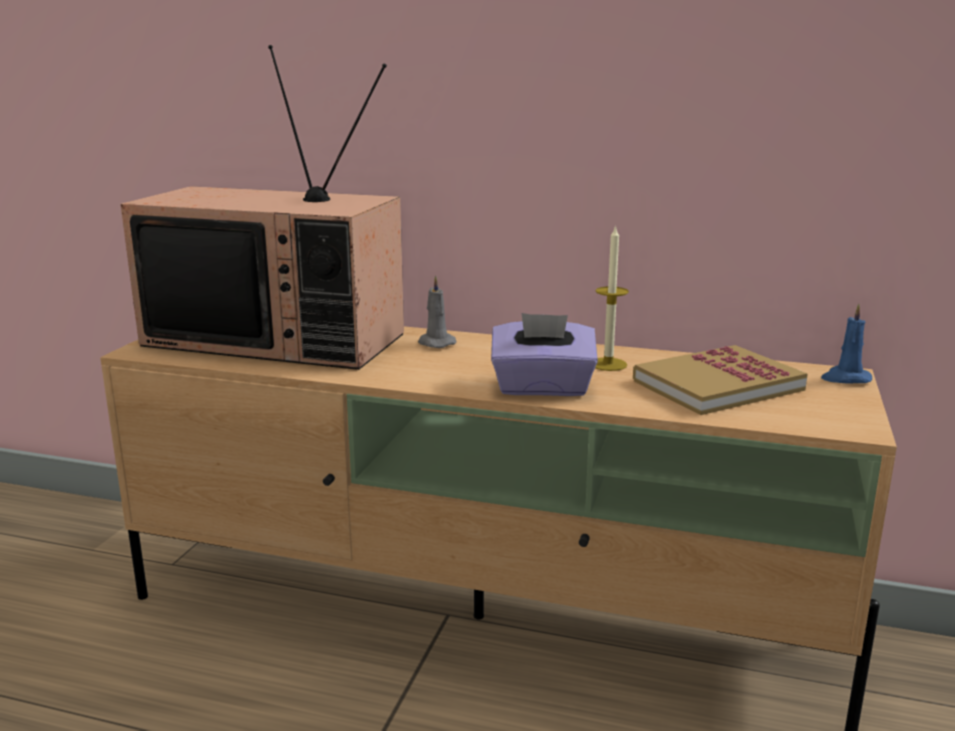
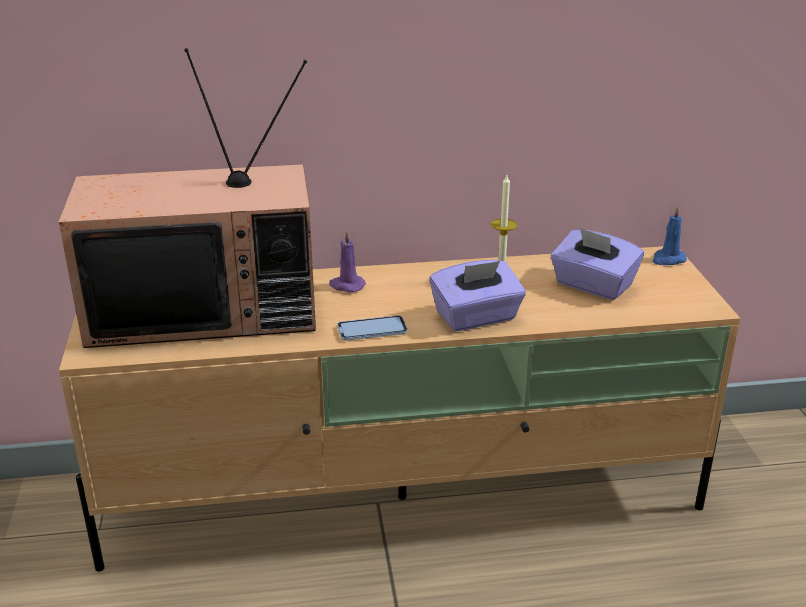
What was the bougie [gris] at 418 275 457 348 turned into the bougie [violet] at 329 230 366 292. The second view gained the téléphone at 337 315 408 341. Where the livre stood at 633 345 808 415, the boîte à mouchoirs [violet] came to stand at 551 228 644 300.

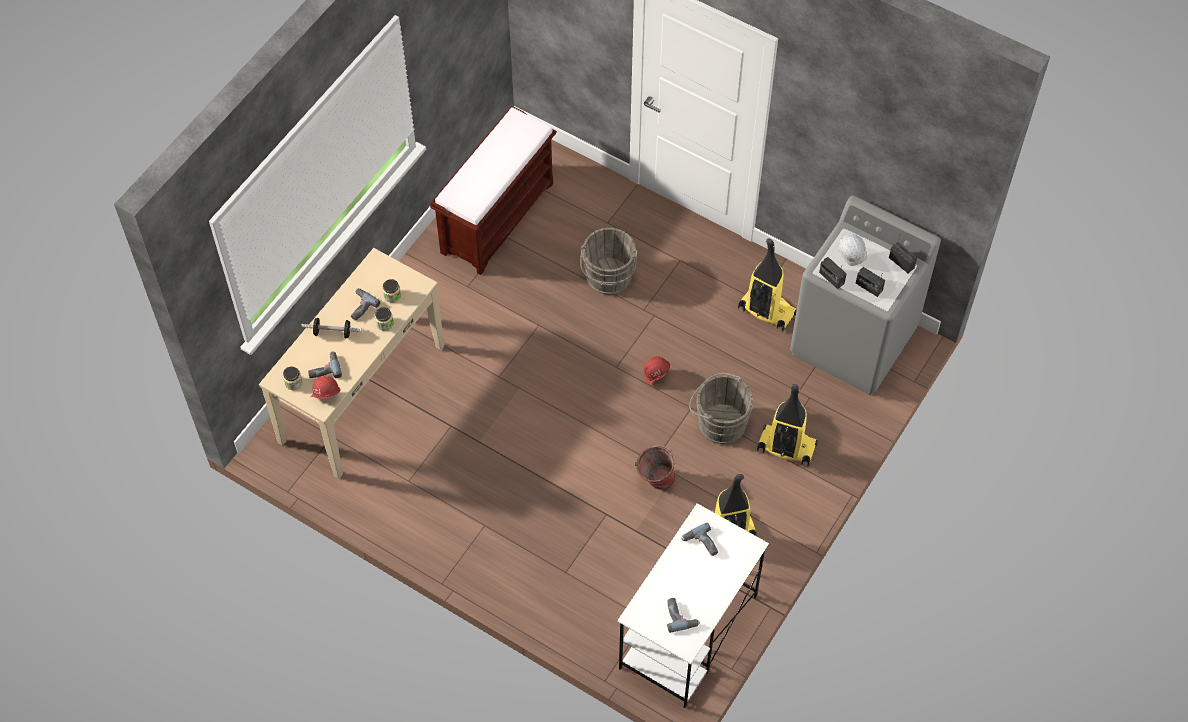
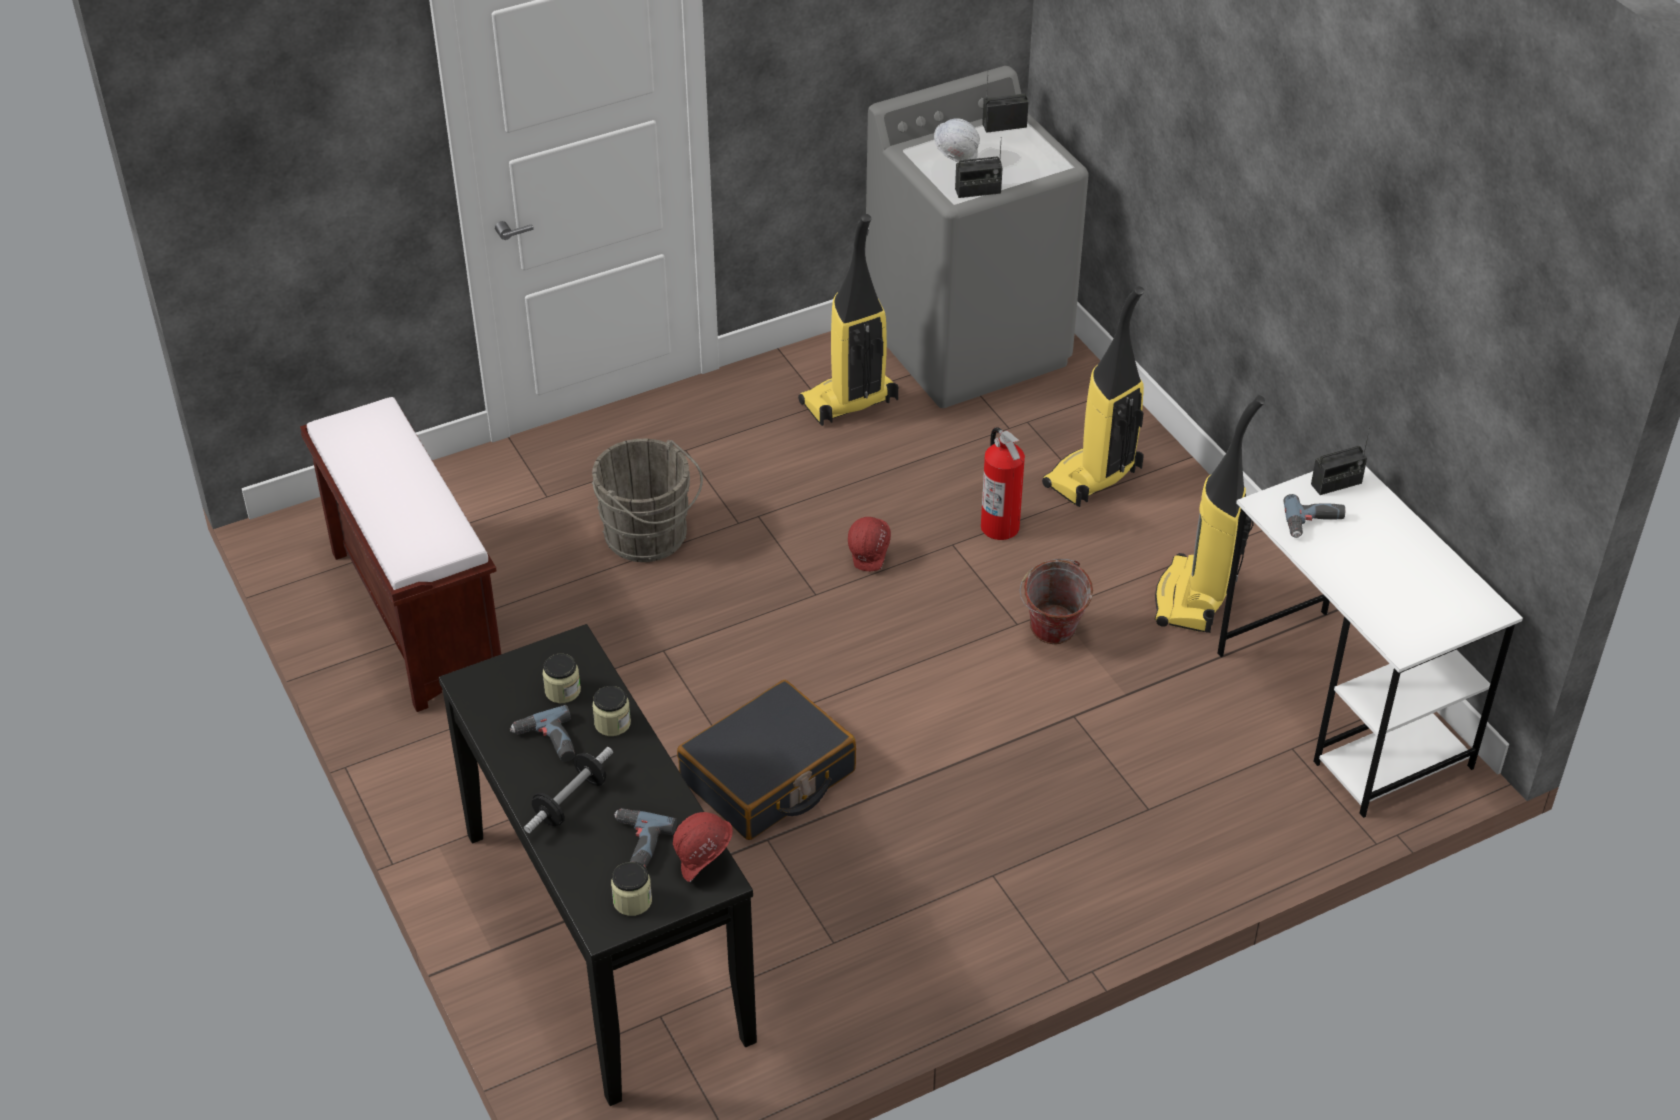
What was the table console [beige] at 259 248 444 479 turned into the table console [noir] at 439 624 757 1106. The second view gained the valise [noir] at 677 680 856 840. Where the seau [gris] stood at 689 373 753 444, the extincteur came to stand at 981 427 1025 540. The radio ended up elsewhere, having gone from 856 267 885 297 to 1311 427 1370 495. The second view lost the perceuse at 667 598 700 633.

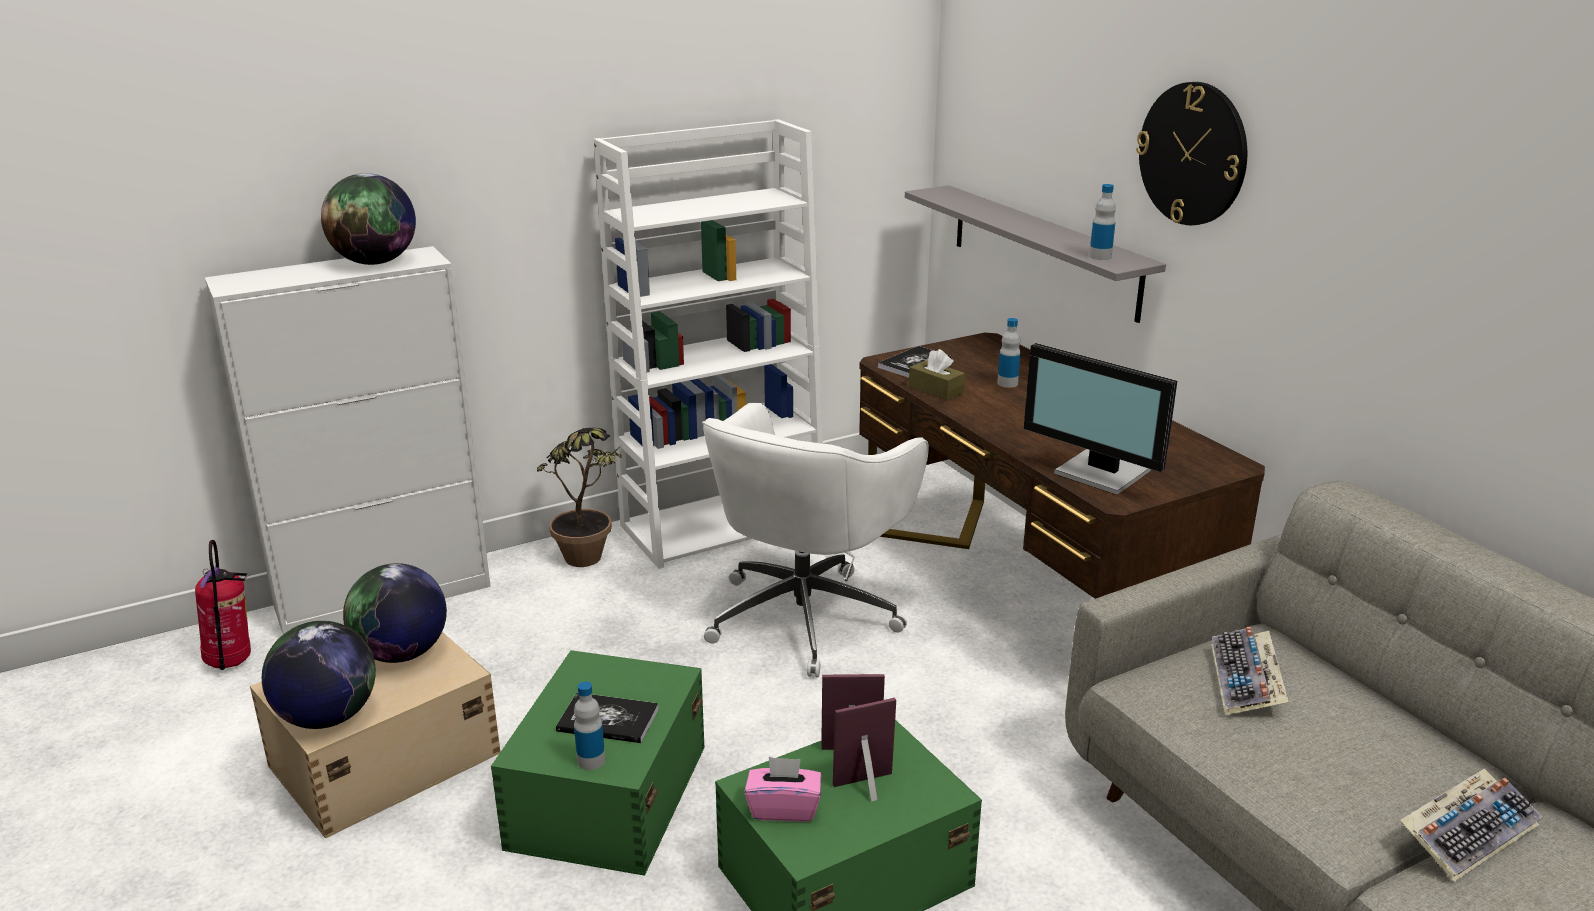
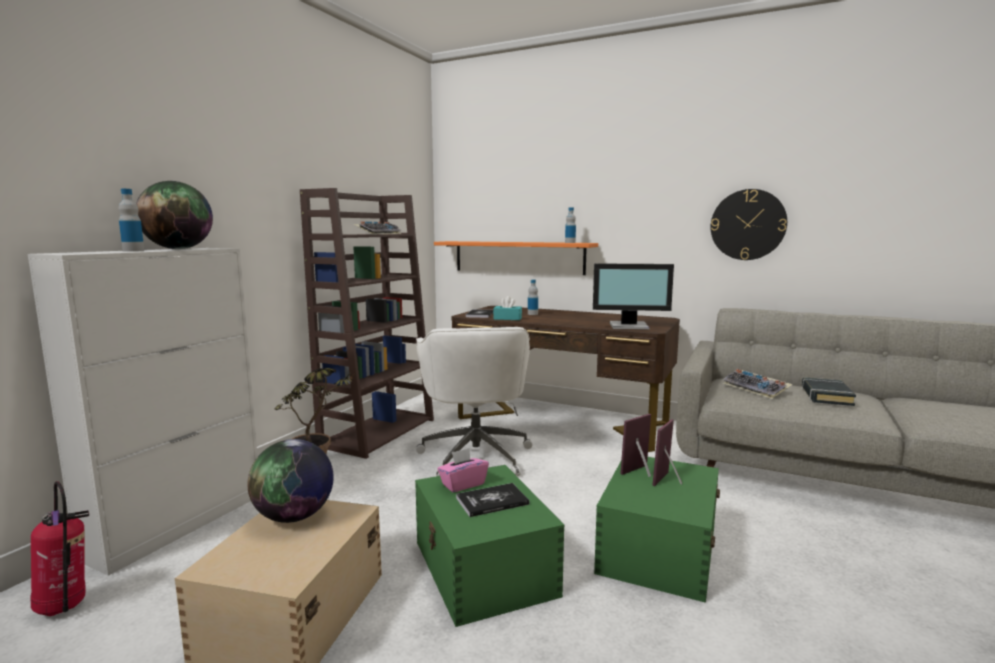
The bouteille ended up elsewhere, having gone from 574 681 605 770 to 119 189 144 252. What was the bibliothèque [blanc] at 594 119 823 569 turned into the bibliothèque [marron] at 300 188 434 459. The clavier ended up elsewhere, having gone from 1400 768 1543 882 to 353 221 401 234. What was the étagère [gris] at 905 185 1166 323 turned into the étagère [orange] at 434 241 598 275. The boîte à mouchoirs [rose] ended up elsewhere, having gone from 745 757 821 822 to 438 448 489 493. What was the boîte à mouchoirs [marron] at 909 349 965 400 turned into the boîte à mouchoirs [turquoise] at 493 296 522 320. The horloge murale ended up elsewhere, having gone from 1136 82 1247 225 to 711 189 787 260. The second view gained the livre [noir] at 802 377 856 406. The second view lost the globe at 262 621 376 729.

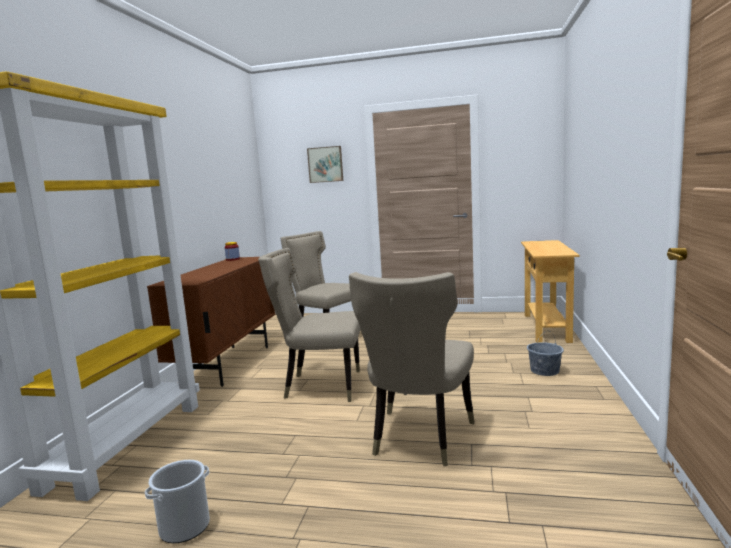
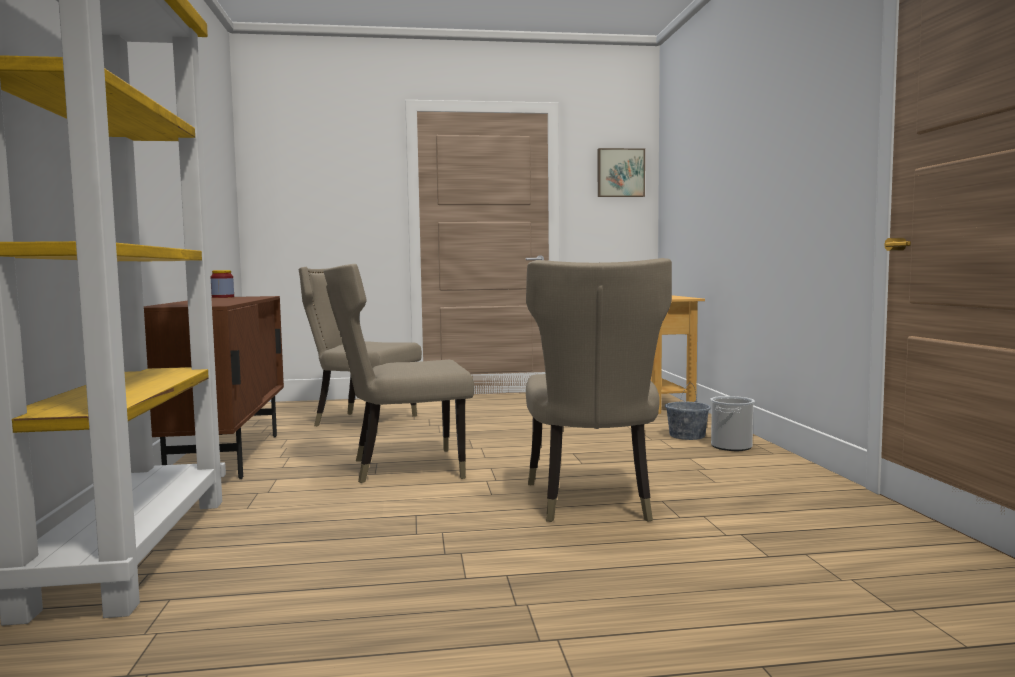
The tableau ended up elsewhere, having gone from 307 146 343 183 to 598 148 645 197. The seau ended up elsewhere, having gone from 145 460 210 543 to 710 396 755 451.

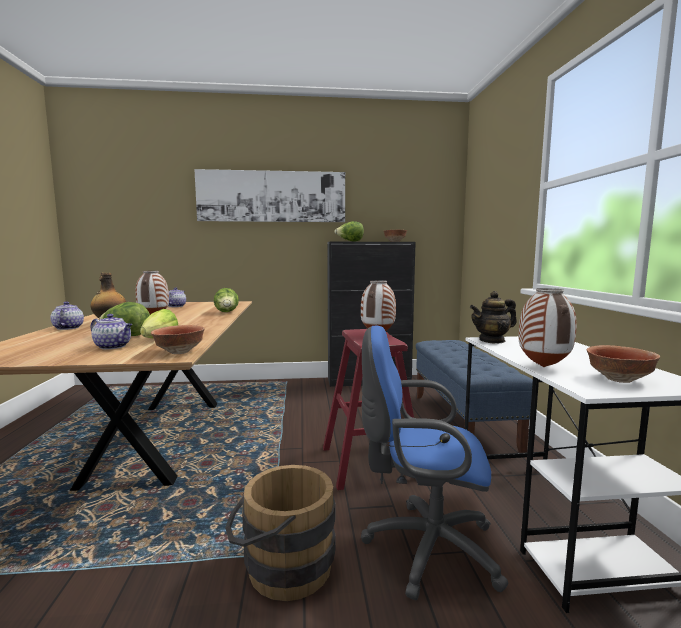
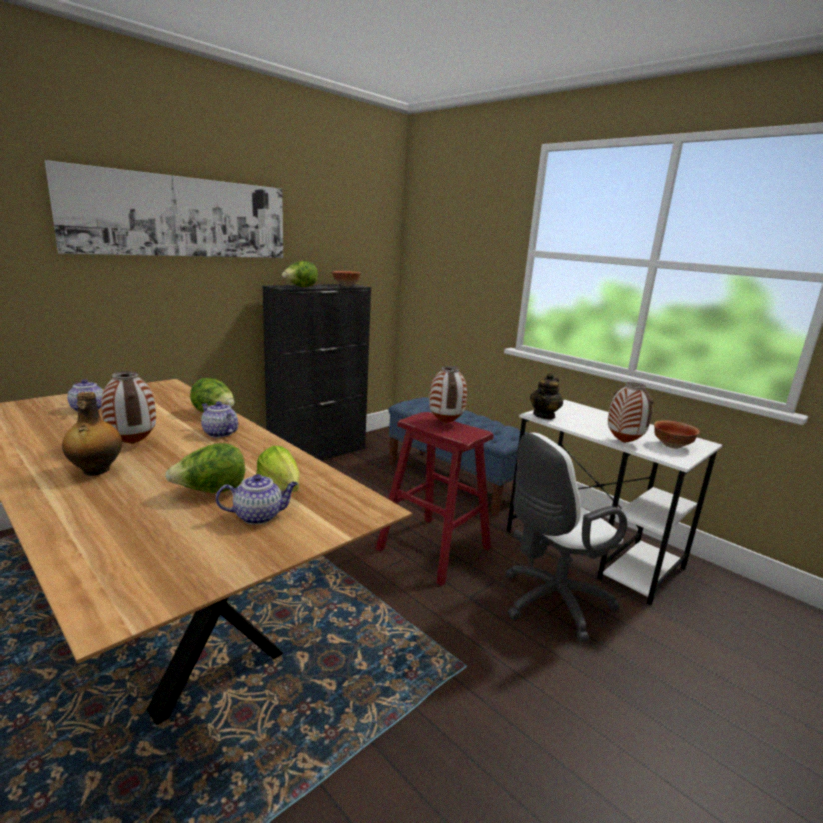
The théière ended up elsewhere, having gone from 50 301 84 330 to 201 401 238 438. What was the chaise de bureau [bleu] at 361 325 508 600 turned into the chaise de bureau [blanc] at 505 433 627 642. The second view lost the bol at 151 325 205 354. The second view lost the seau [marron] at 225 465 335 601.

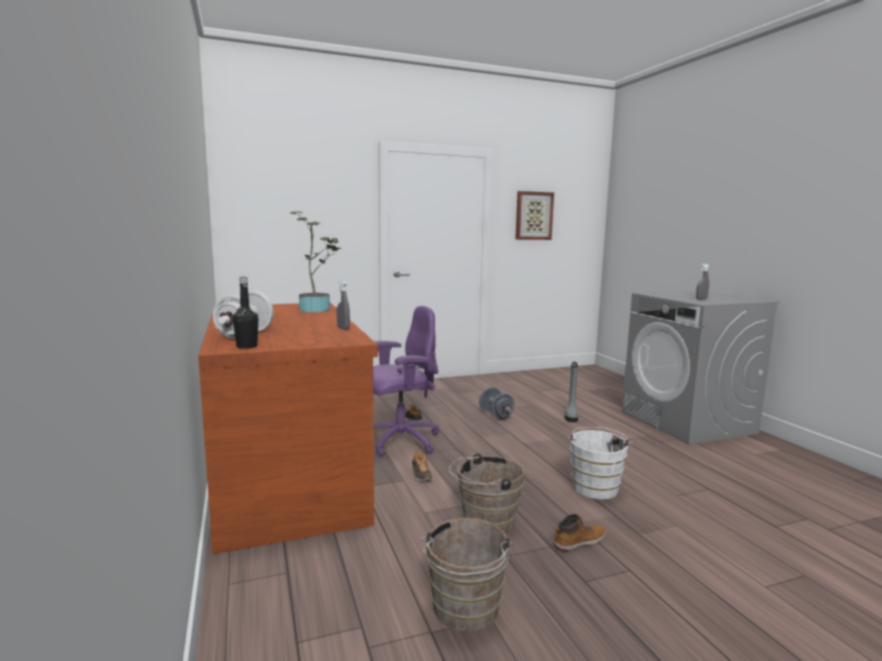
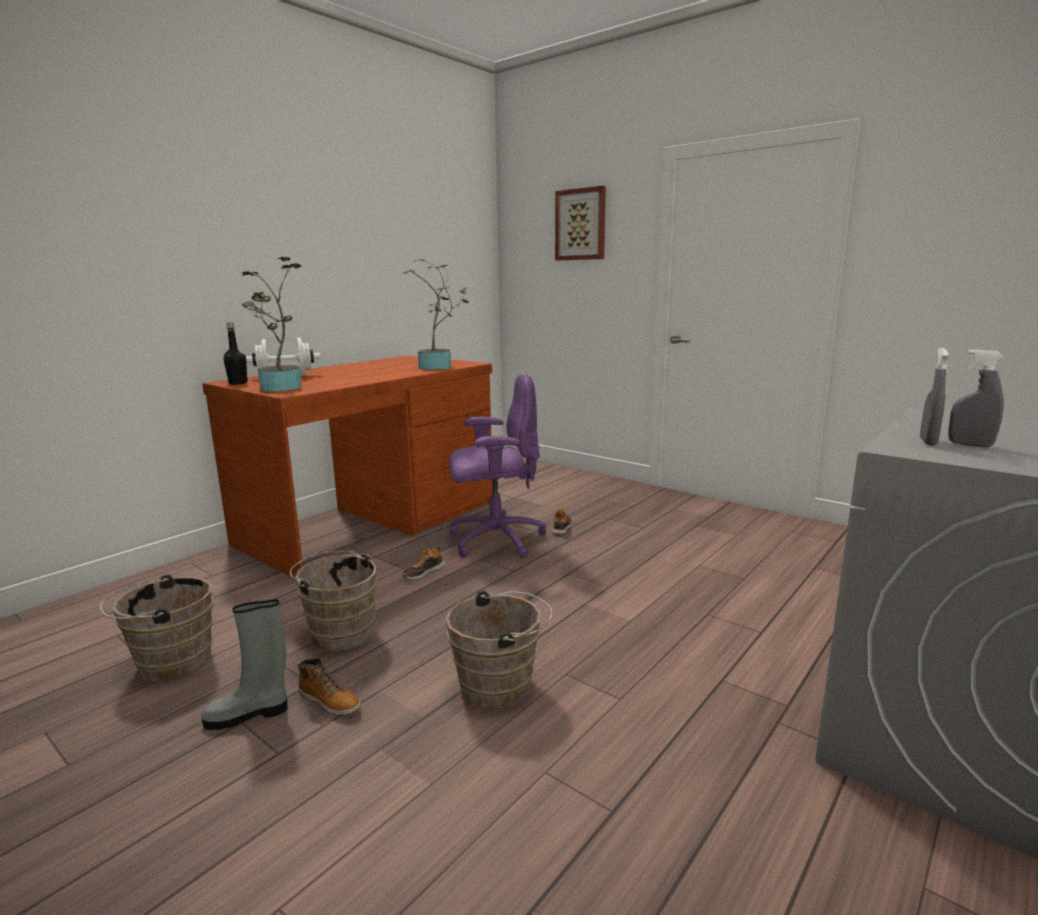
The botte [gris] ended up elsewhere, having gone from 564 362 578 422 to 201 599 288 730. The second view gained the plante en pot at 241 257 302 391. What was the seau [blanc] at 568 427 632 499 turned into the seau [marron] at 445 591 552 709. The chaise de bureau [violet] at 373 306 439 457 ended up facing another way, 45 degrees counterclockwise from before. The tableau ended up elsewhere, having gone from 515 191 554 240 to 555 186 606 261. The vaporisateur [gris] ended up elsewhere, having gone from 337 280 350 330 to 920 348 949 445. The second view lost the haltère [gris] at 479 387 515 420.

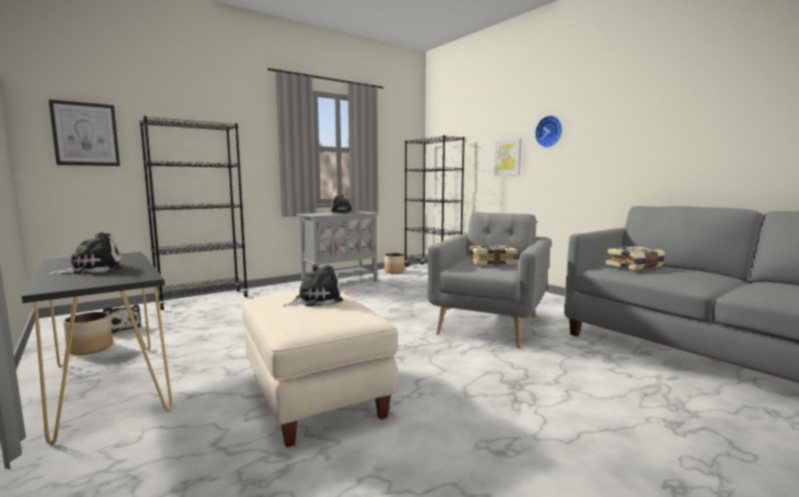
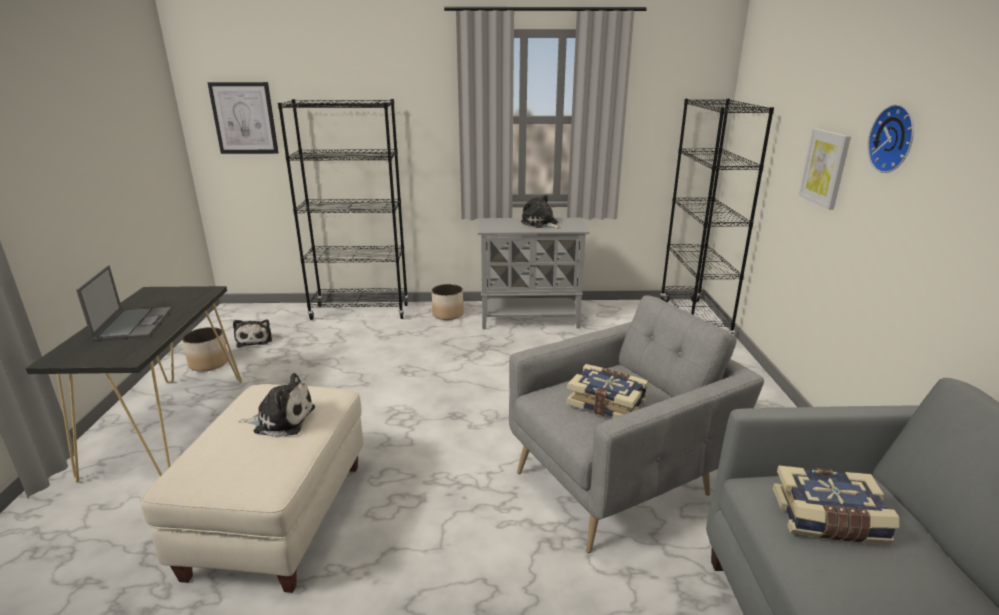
Where the peluche stood at 47 232 122 275, the ordinateur portable came to stand at 76 265 172 341. The cache-pot ended up elsewhere, having gone from 385 253 405 274 to 432 284 464 320.

